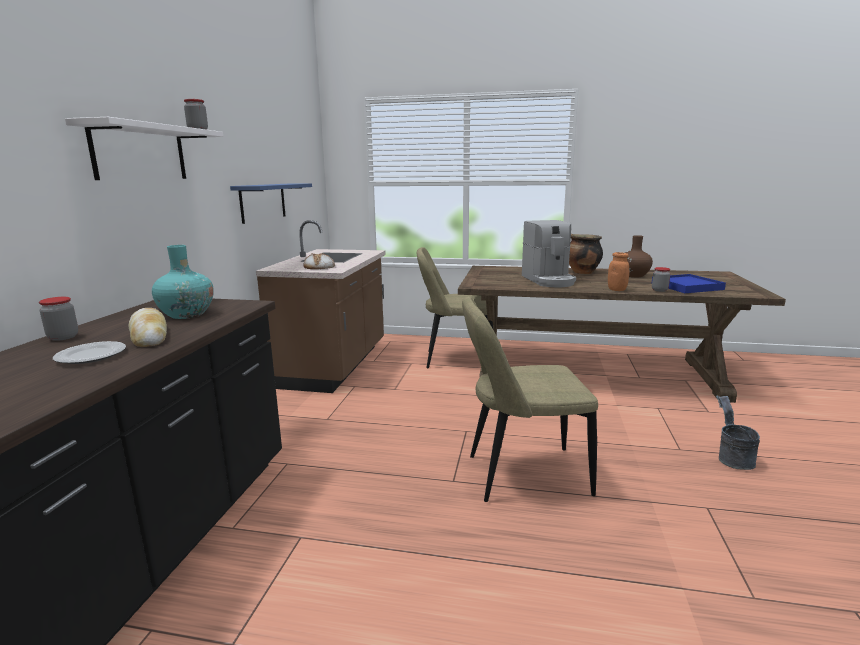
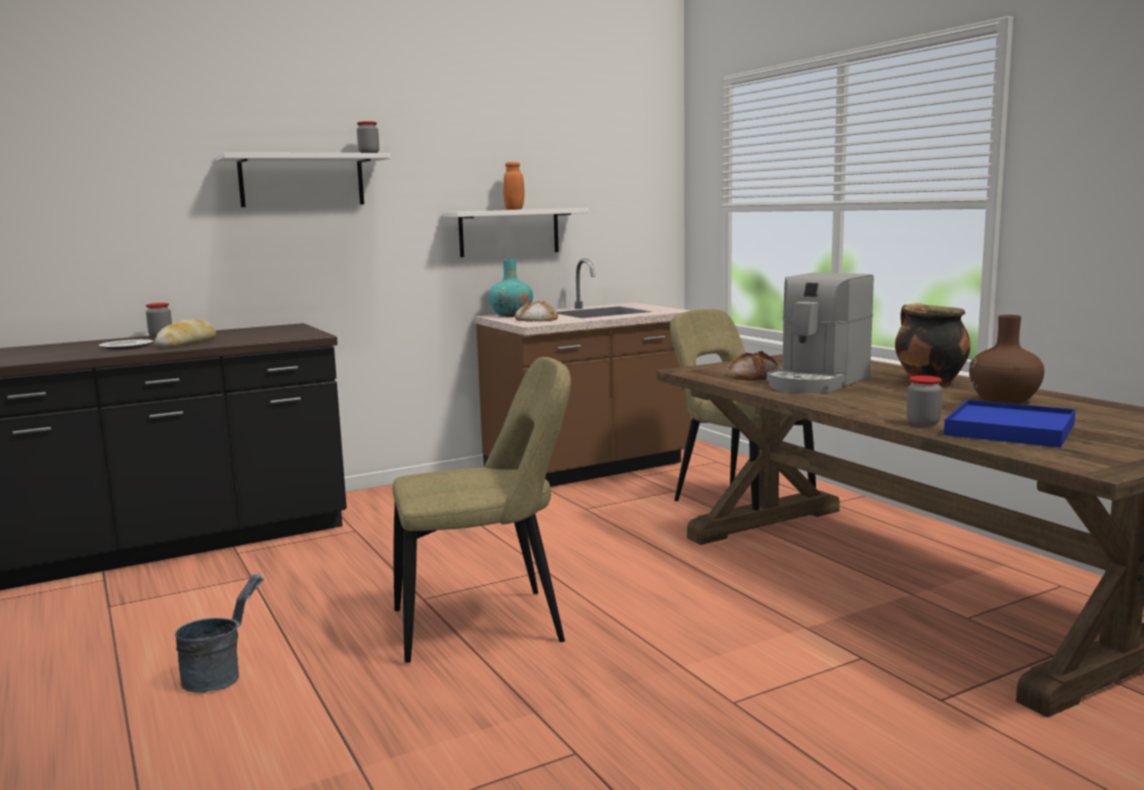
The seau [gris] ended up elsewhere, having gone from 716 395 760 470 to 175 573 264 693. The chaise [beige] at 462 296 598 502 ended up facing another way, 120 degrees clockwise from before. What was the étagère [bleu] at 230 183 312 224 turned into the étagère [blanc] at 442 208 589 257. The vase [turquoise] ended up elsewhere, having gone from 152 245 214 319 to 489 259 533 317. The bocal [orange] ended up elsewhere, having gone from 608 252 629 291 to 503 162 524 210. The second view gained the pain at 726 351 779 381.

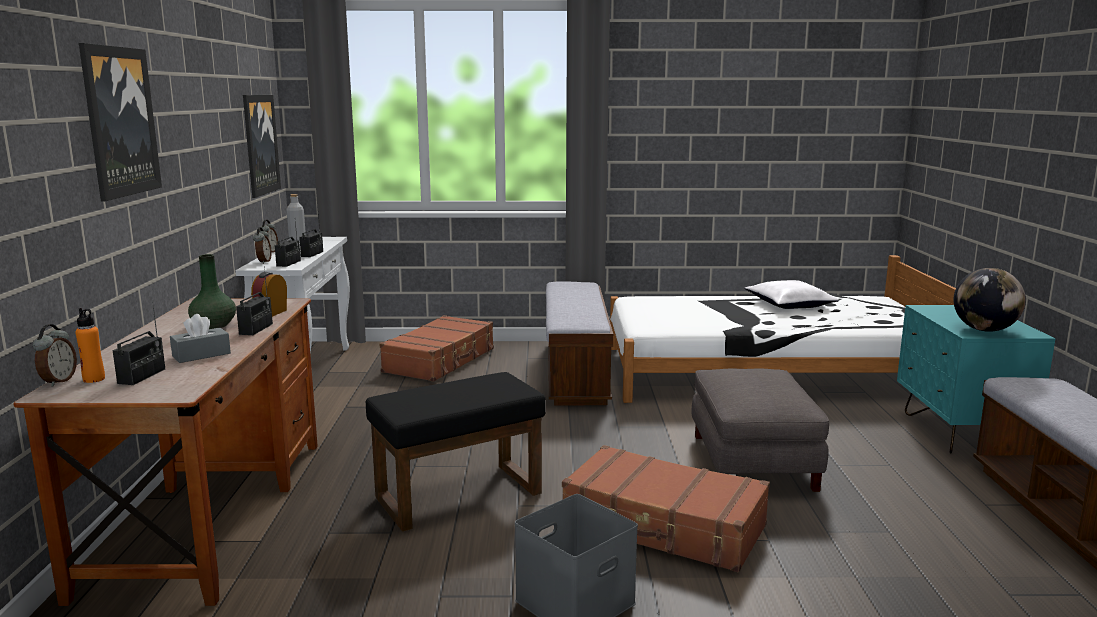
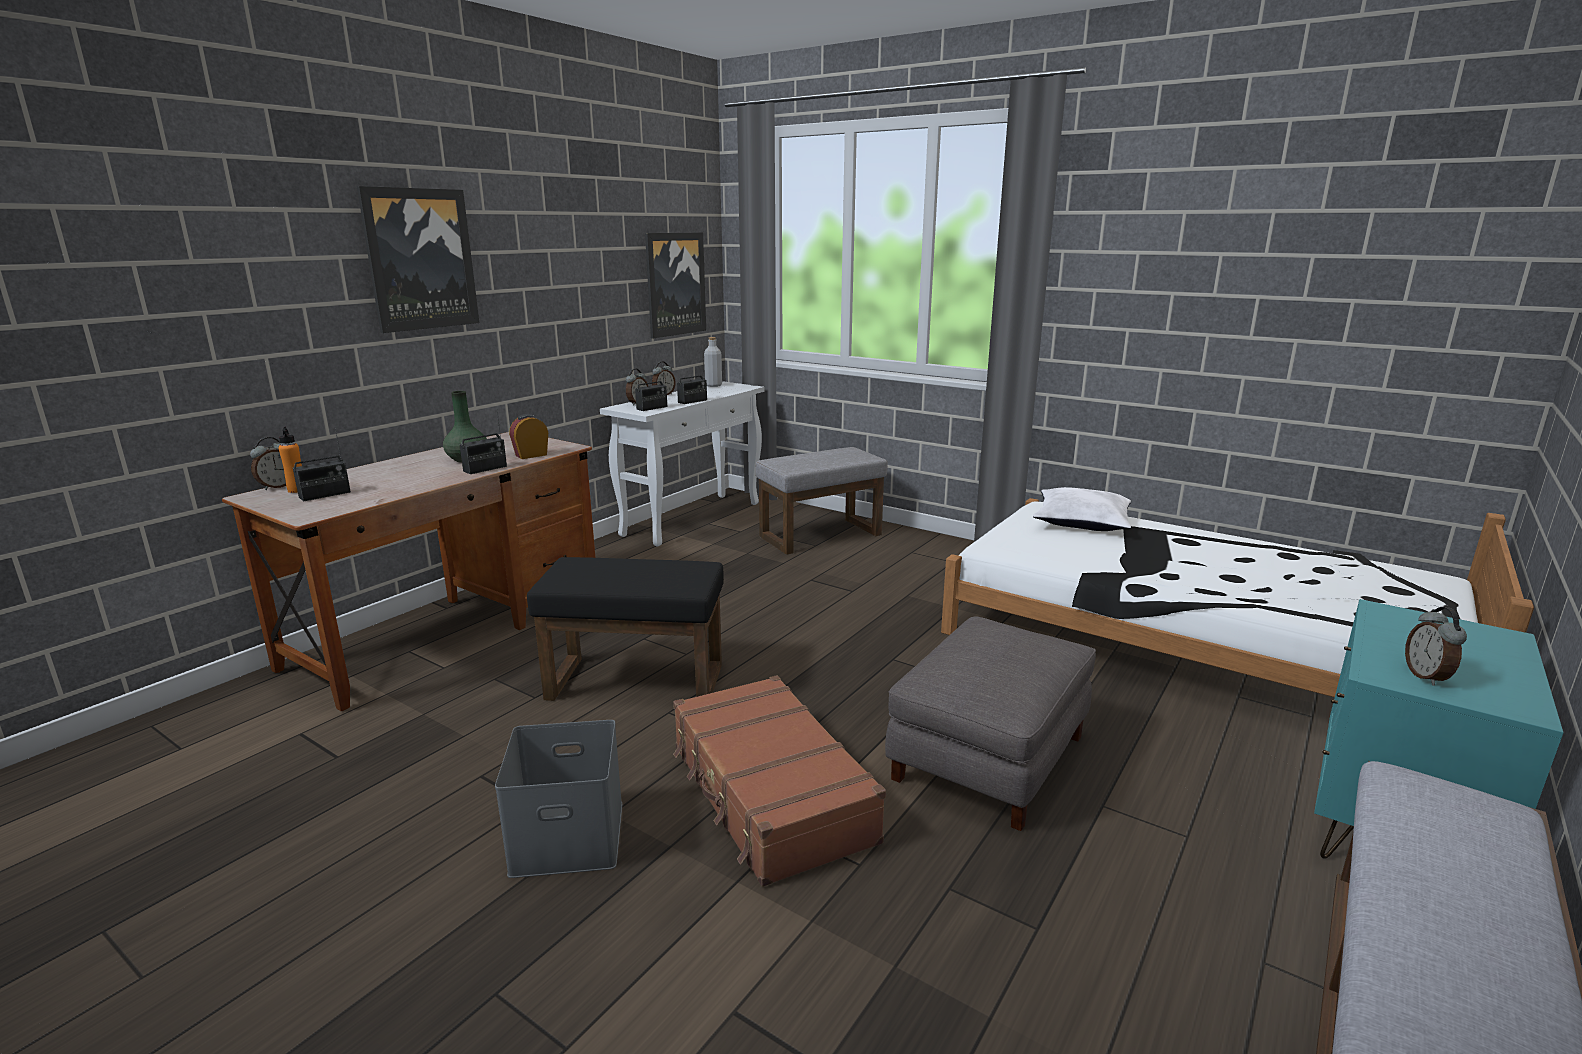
Where the valise [marron] stood at 380 315 494 382, the pouf [gris] came to stand at 756 447 887 555. The coussin [blanc] ended up elsewhere, having gone from 744 280 839 309 to 1033 487 1131 531. Where the globe stood at 954 268 1026 332, the réveil came to stand at 1405 607 1467 686. The second view lost the boîte à mouchoirs [gris] at 170 314 231 363. The second view lost the banc at 546 281 613 405.

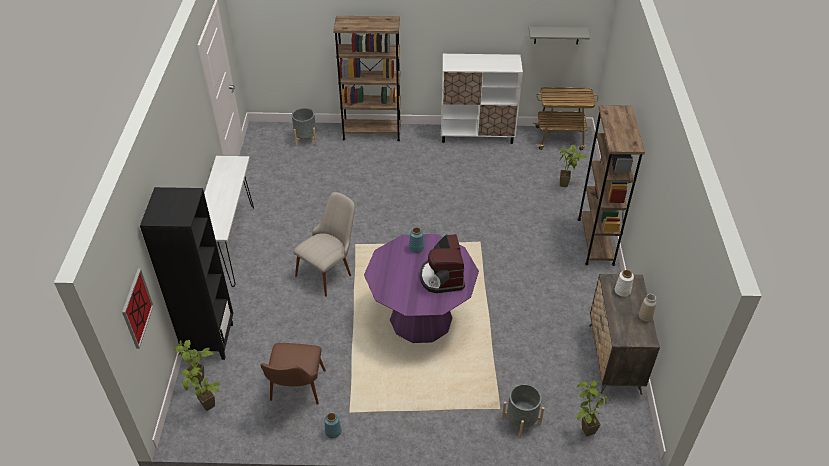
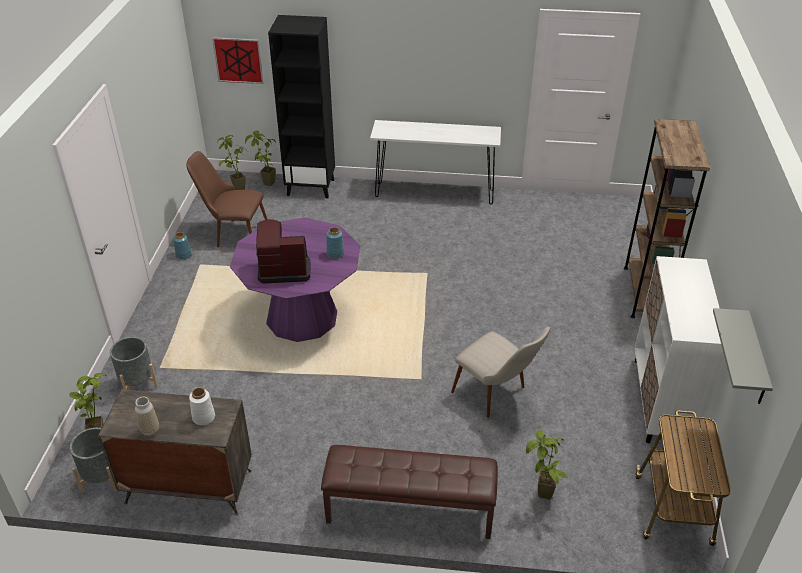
The cache-pot [gris] ended up elsewhere, having gone from 292 108 317 146 to 70 428 117 493. Where the bibliothèque [marron] stood at 577 105 645 266, the banc [marron] came to stand at 321 445 498 539. The chaise [beige] ended up elsewhere, having gone from 293 192 355 297 to 451 327 550 418.

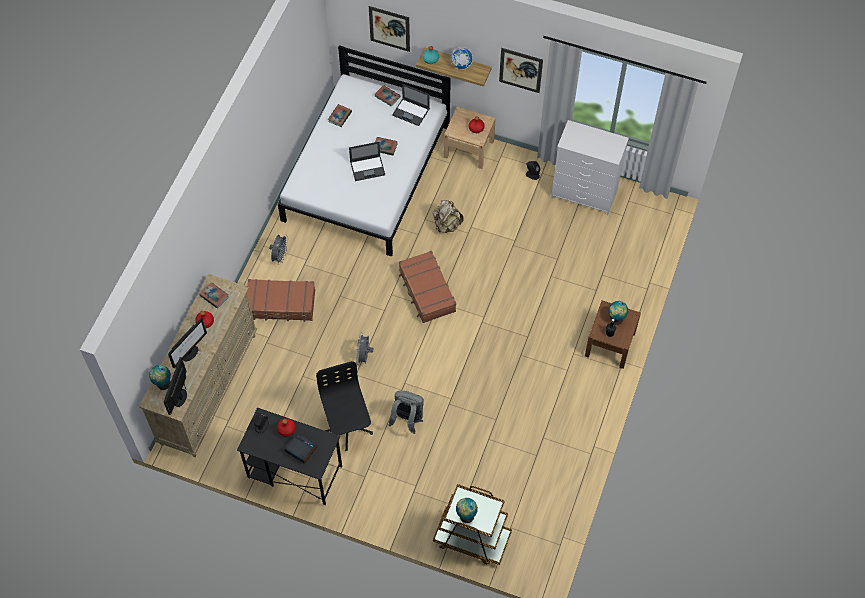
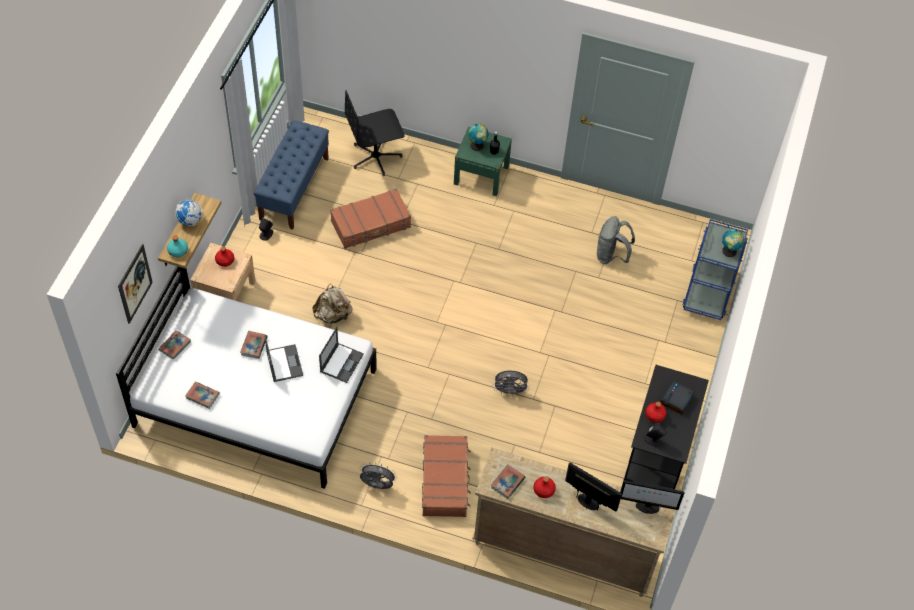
Where the commode [blanc] stood at 551 120 629 215, the banc [bleu] came to stand at 254 120 329 230. The ordinateur portable ended up elsewhere, having gone from 392 84 430 126 to 319 327 364 383. The valise [marron] ended up elsewhere, having gone from 399 251 456 323 to 330 189 411 249. The chaise de bureau [noir] ended up elsewhere, having gone from 316 361 373 451 to 345 90 405 176. What was the table de chevet [marron] at 585 300 641 369 turned into the table de chevet [vert] at 454 127 512 196. The sac à dos [gris] ended up elsewhere, having gone from 388 391 424 434 to 597 216 635 264. What was the chariot [marron] at 433 484 512 565 turned into the chariot [bleu] at 682 219 748 320. The second view lost the globe at 149 365 171 390. The second view lost the tableau at 499 48 543 93.

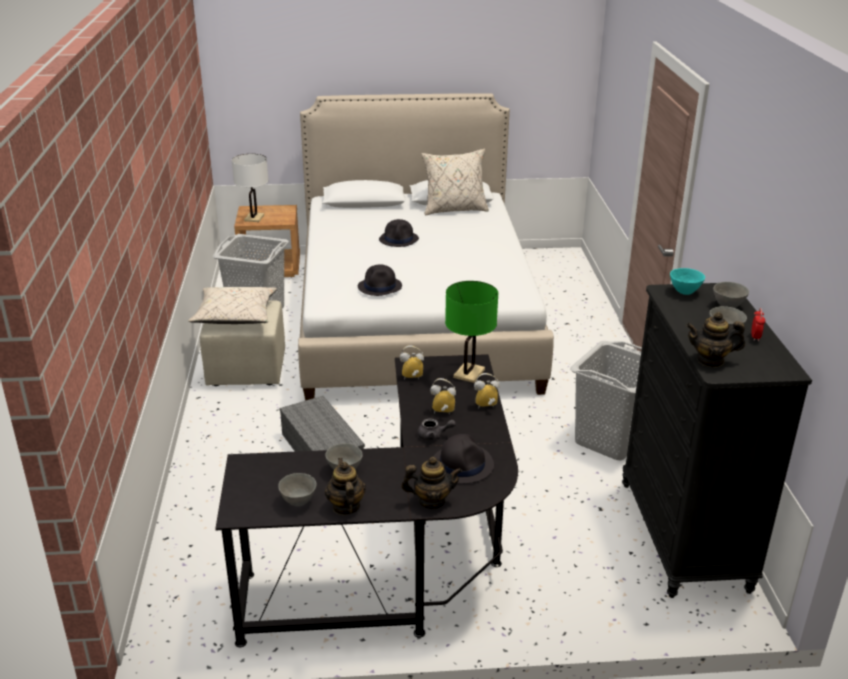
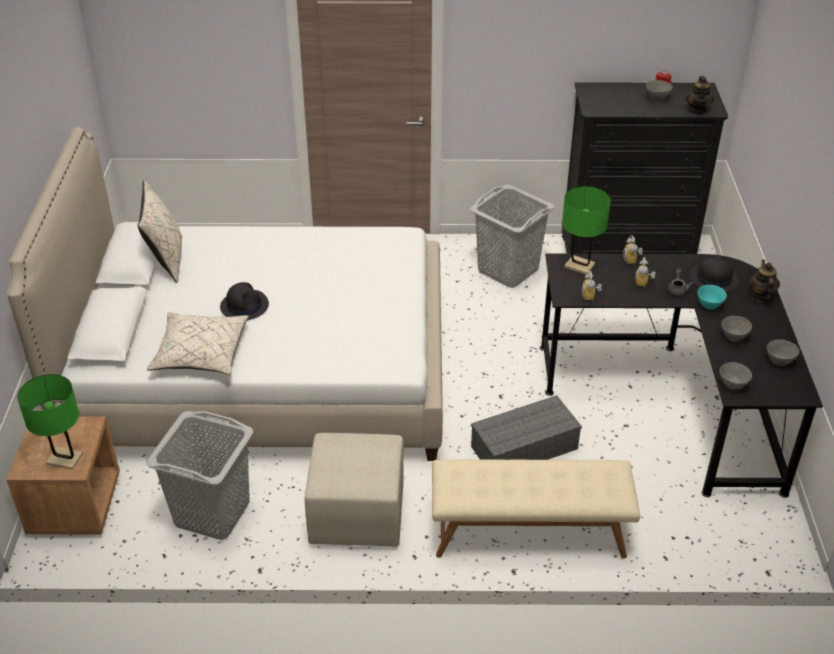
What was the lampe de table [blanc] at 232 154 268 222 turned into the lampe de table [vert] at 17 374 83 470. The coussin [beige] ended up elsewhere, having gone from 188 287 277 324 to 147 313 249 375. The second view gained the banc [beige] at 432 459 640 559. The bol [turquoise] ended up elsewhere, having gone from 670 268 705 295 to 698 285 727 310. The bol [gris] ended up elsewhere, having gone from 713 282 749 308 to 720 362 752 390. The second view lost the théière at 325 458 366 515. The second view lost the chapeau [noir] at 358 264 402 296.

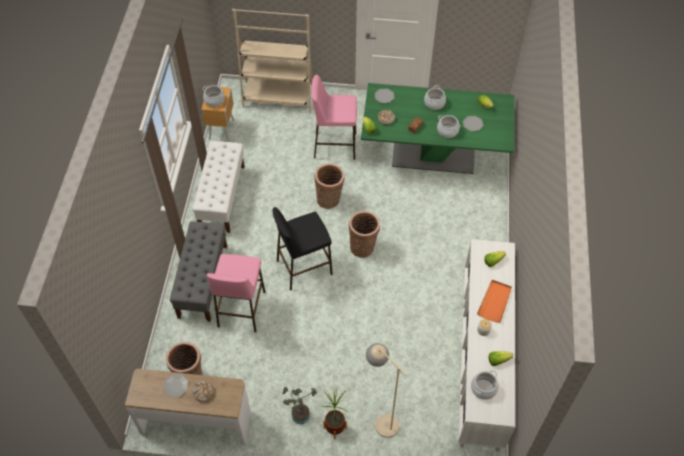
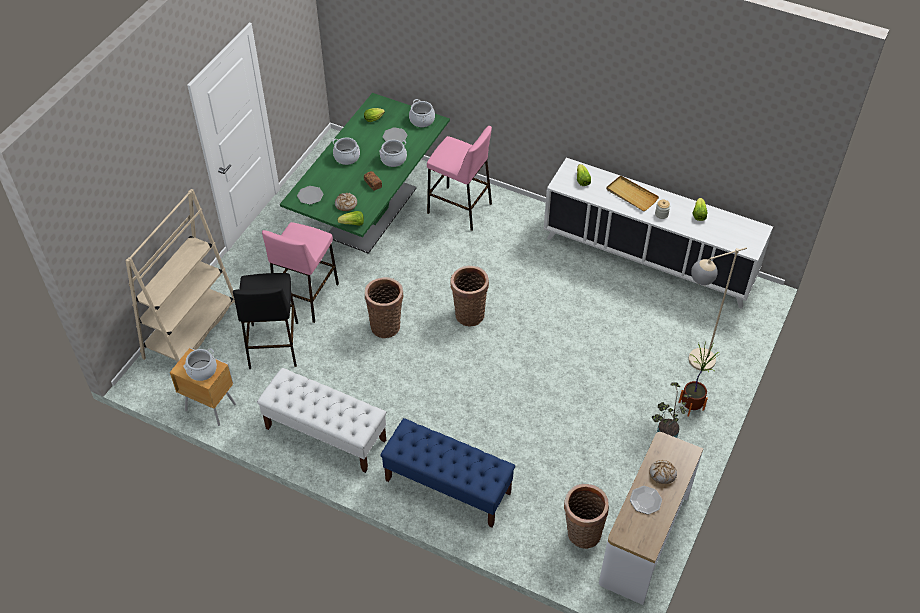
The tabouret [noir] ended up elsewhere, having gone from 272 207 333 291 to 233 273 298 369. What was the banc [gris] at 170 221 227 322 turned into the banc [bleu] at 380 418 515 528. The marmite ended up elsewhere, having gone from 471 370 499 400 to 409 99 435 127. The tabouret [rose] ended up elsewhere, having gone from 207 254 265 332 to 427 126 492 231. What was the plateau [orange] at 477 280 512 323 turned into the plateau [beige] at 606 175 659 211.

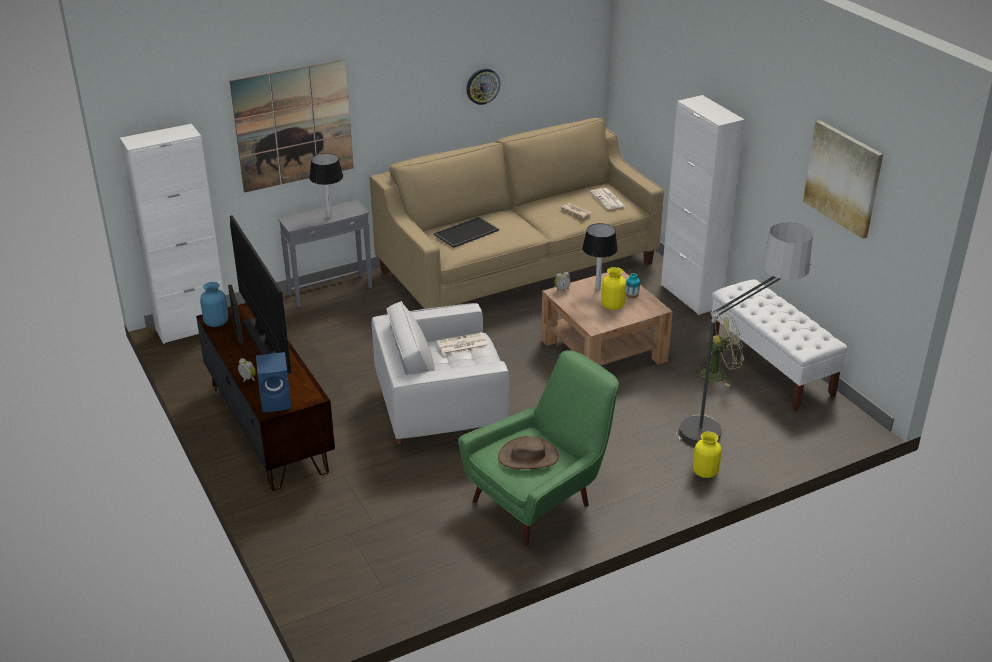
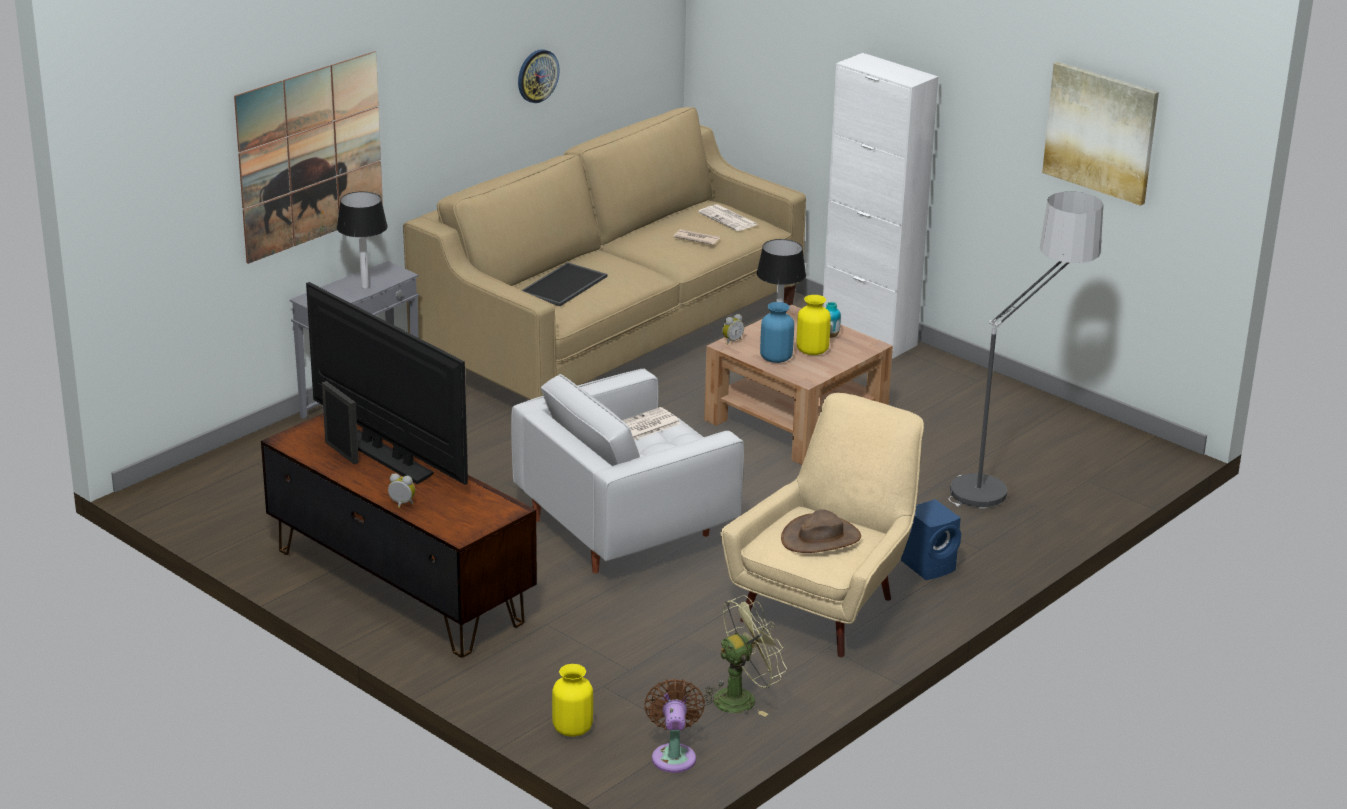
The vase [jaune] ended up elsewhere, having gone from 693 432 722 478 to 552 664 593 737. The second view gained the ventilateur [marron] at 644 678 705 773. The ventilateur [vert] ended up elsewhere, having gone from 692 313 744 387 to 699 595 787 717. What was the fauteuil [vert] at 458 350 619 547 turned into the fauteuil [beige] at 720 393 924 657. The vase [bleu] ended up elsewhere, having gone from 200 282 228 327 to 760 302 794 363. The enceinte [bleu] ended up elsewhere, having gone from 256 352 292 412 to 901 499 961 580. The second view lost the meuble de rangement [blanc] at 120 124 224 344. The second view lost the banc [blanc] at 711 279 848 411.

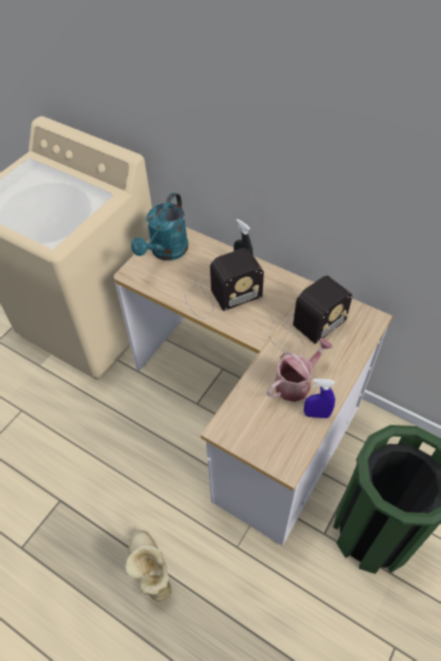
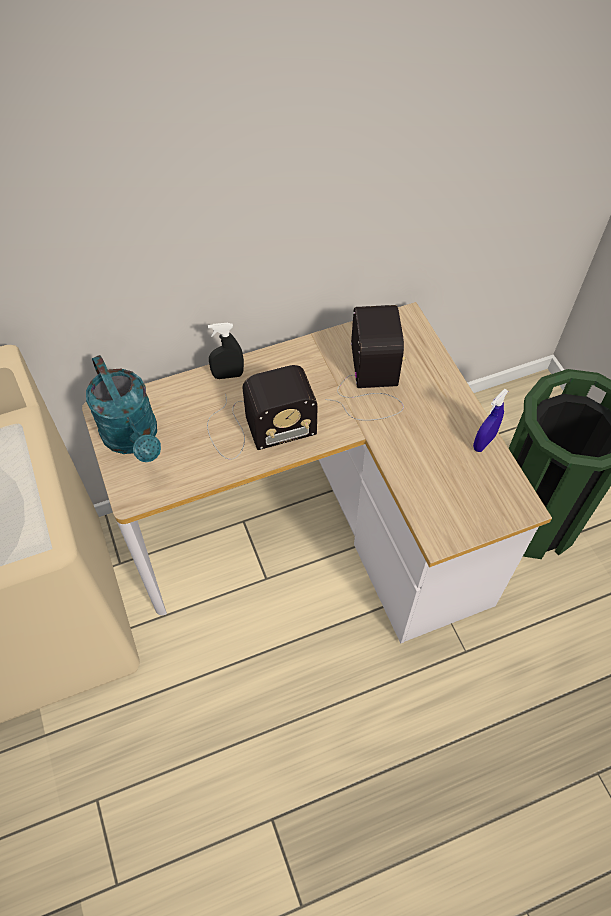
The radio at 185 248 264 319 ended up facing another way, 60 degrees clockwise from before. The second view lost the botte at 125 530 172 602. The second view lost the arrosoir at 268 338 333 402.

